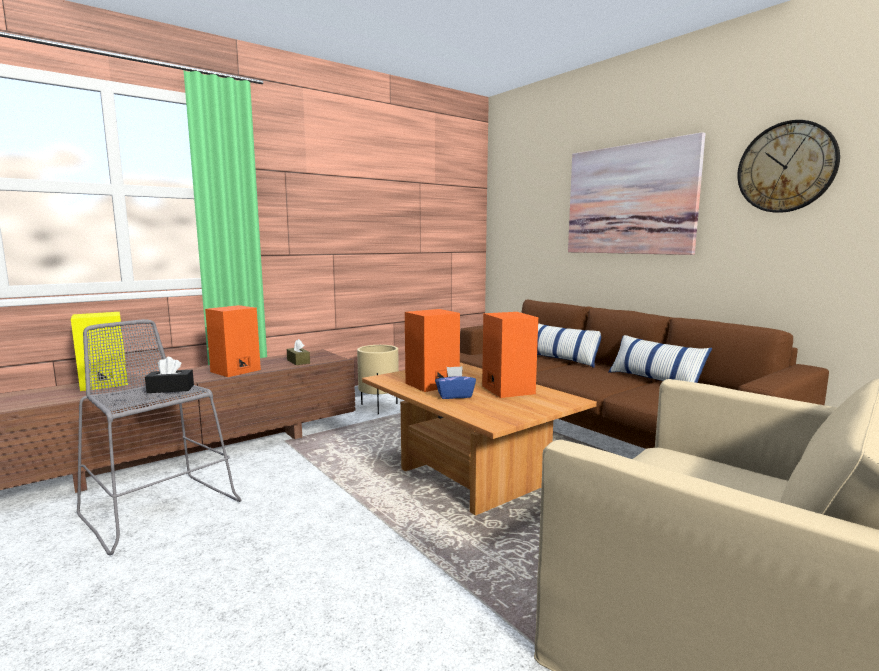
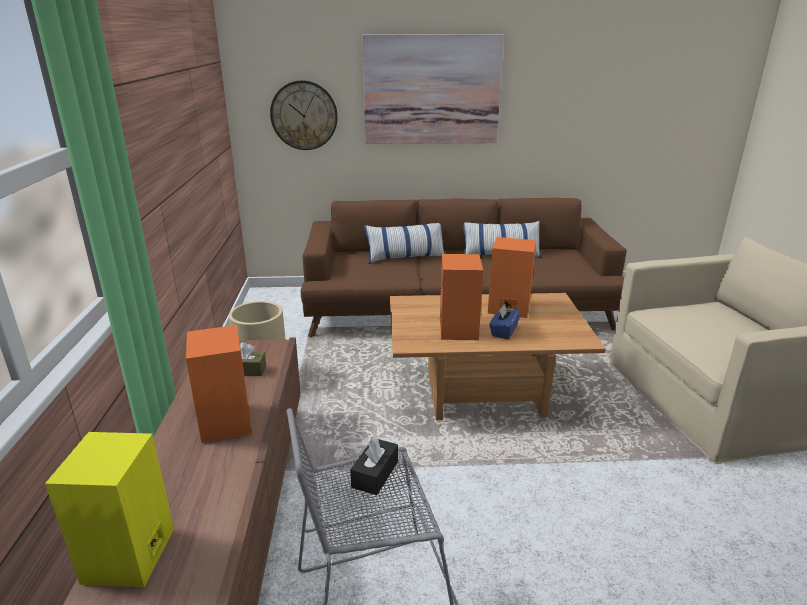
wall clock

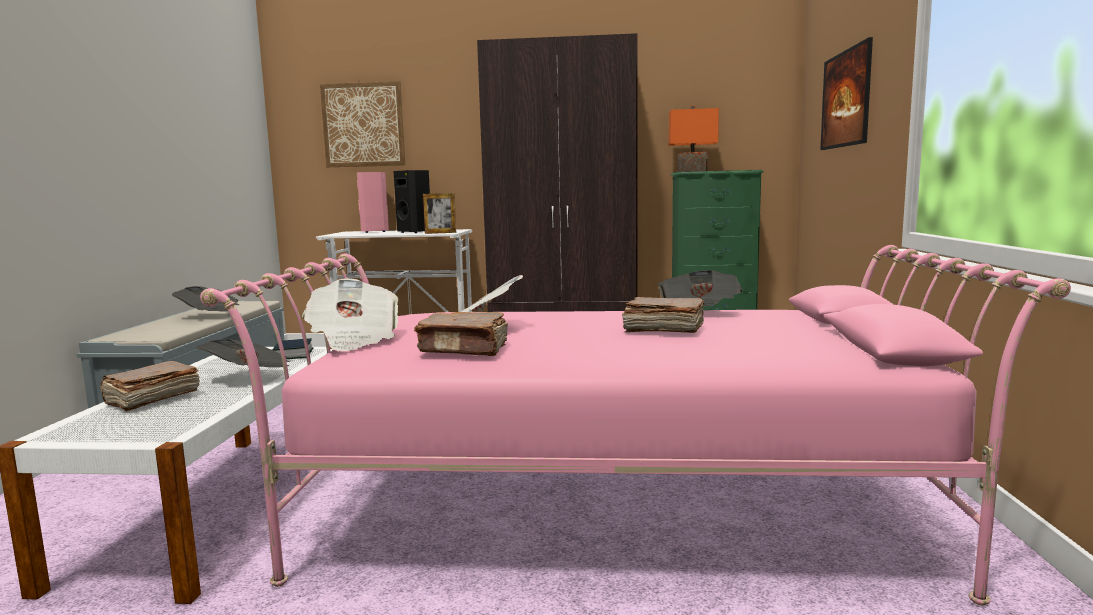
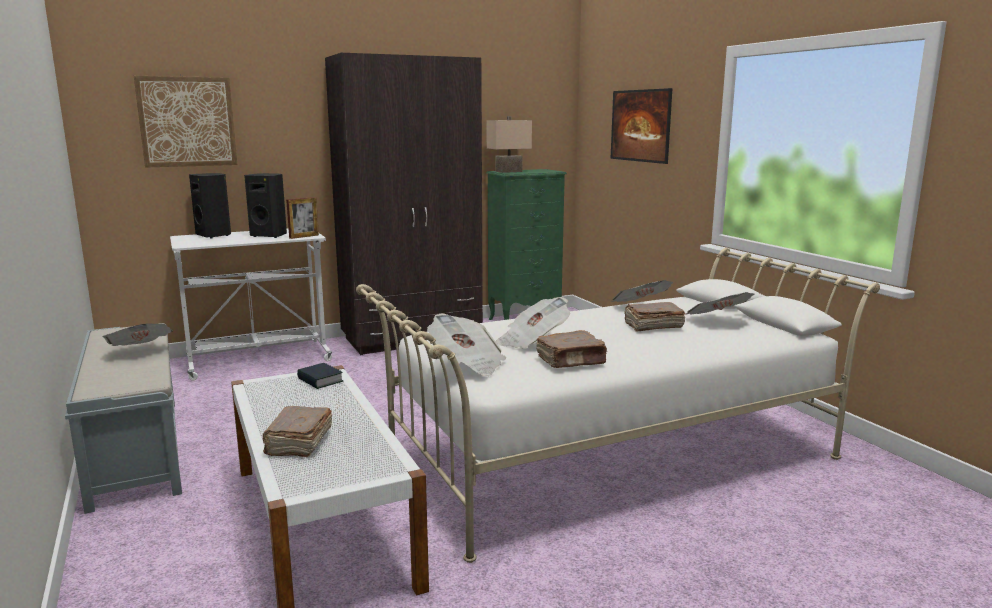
lamp for a table (sand-coloured)
loudspeaker (black-coloured) (no. 1 from left)
sleeping bed (white-coloured)
printed paper (no. 5 from left)

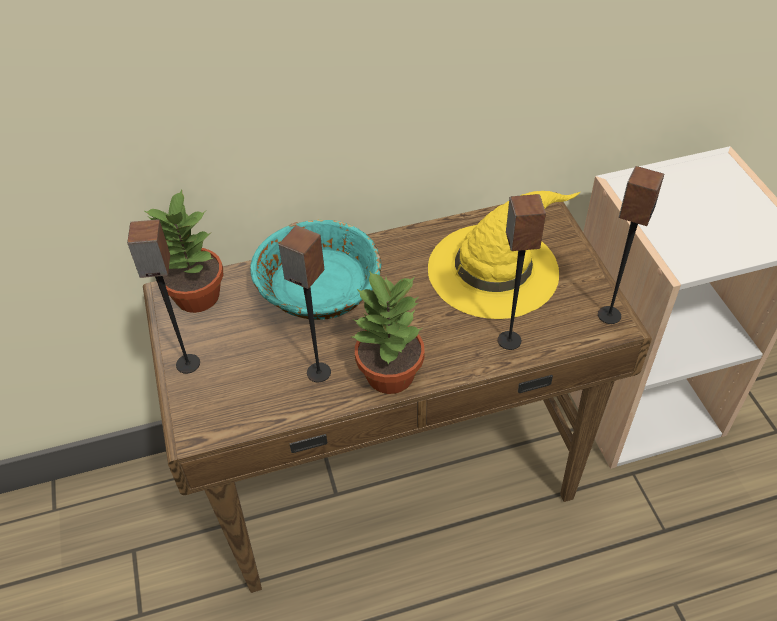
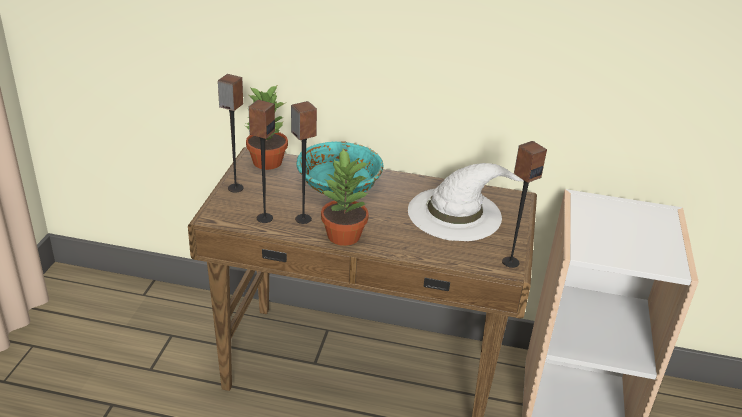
hat (white-coloured)
loudspeaker (no. 2 from left)

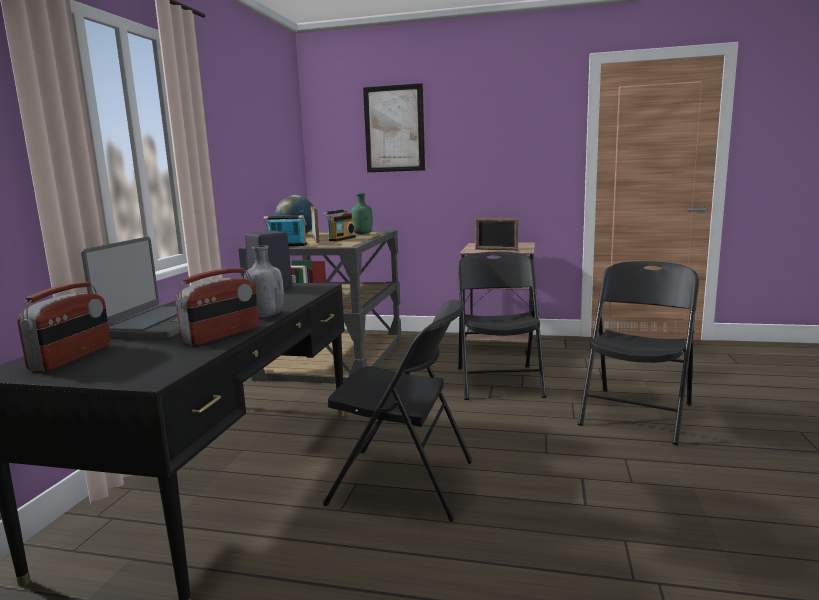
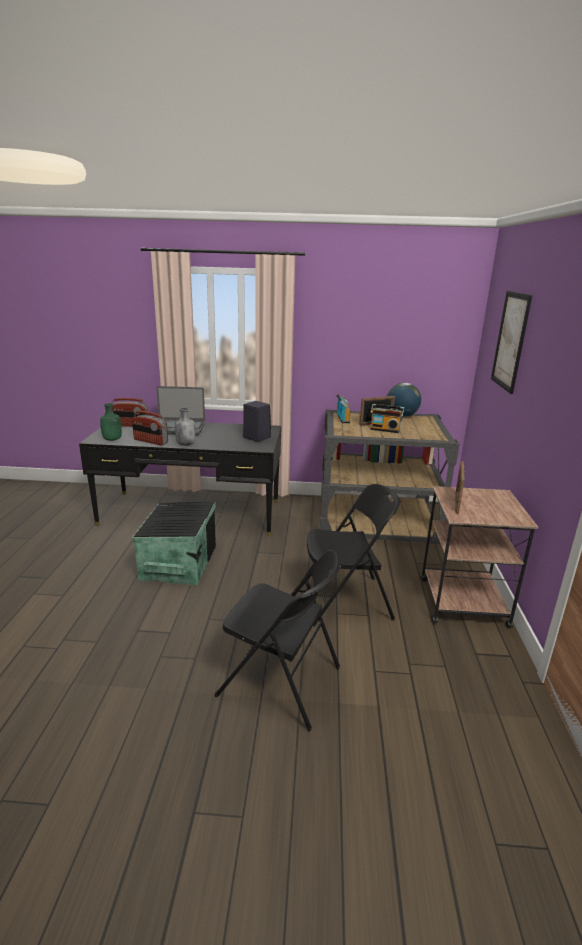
drink bottle (greenish)
storage box (black-coloured)

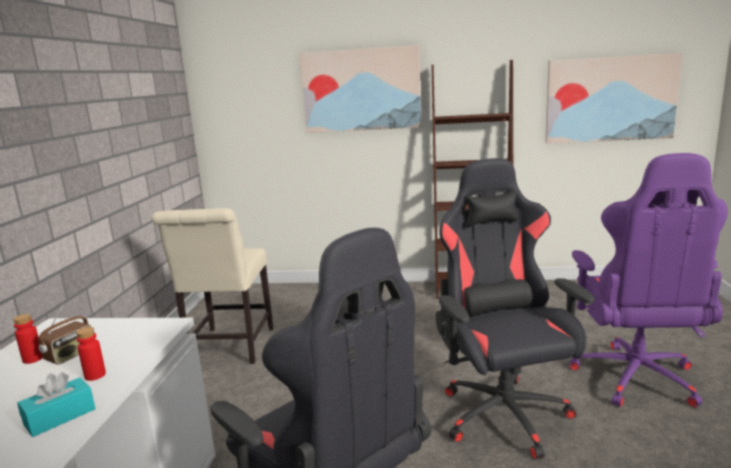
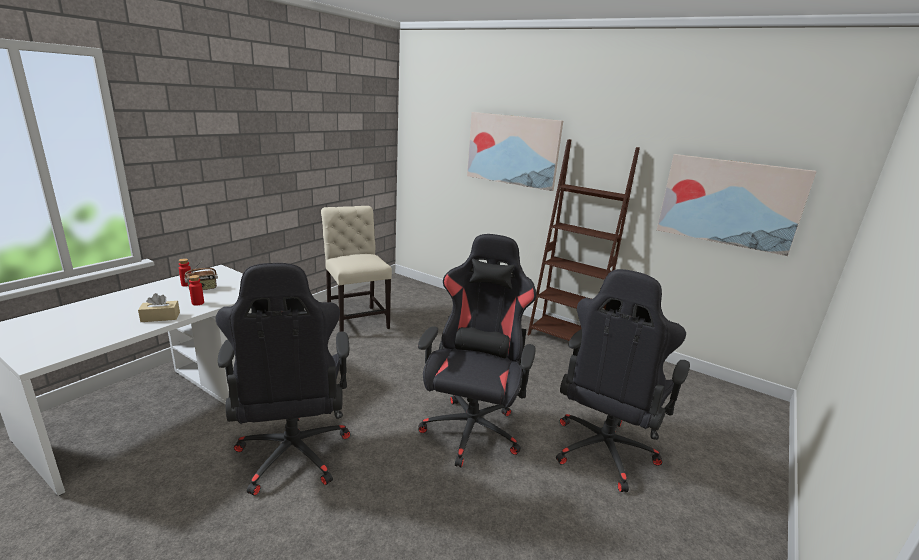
office chair (black-coloured) (no. 3 from left)
plain chair (sand-coloured)
tissue box (sand-coloured)

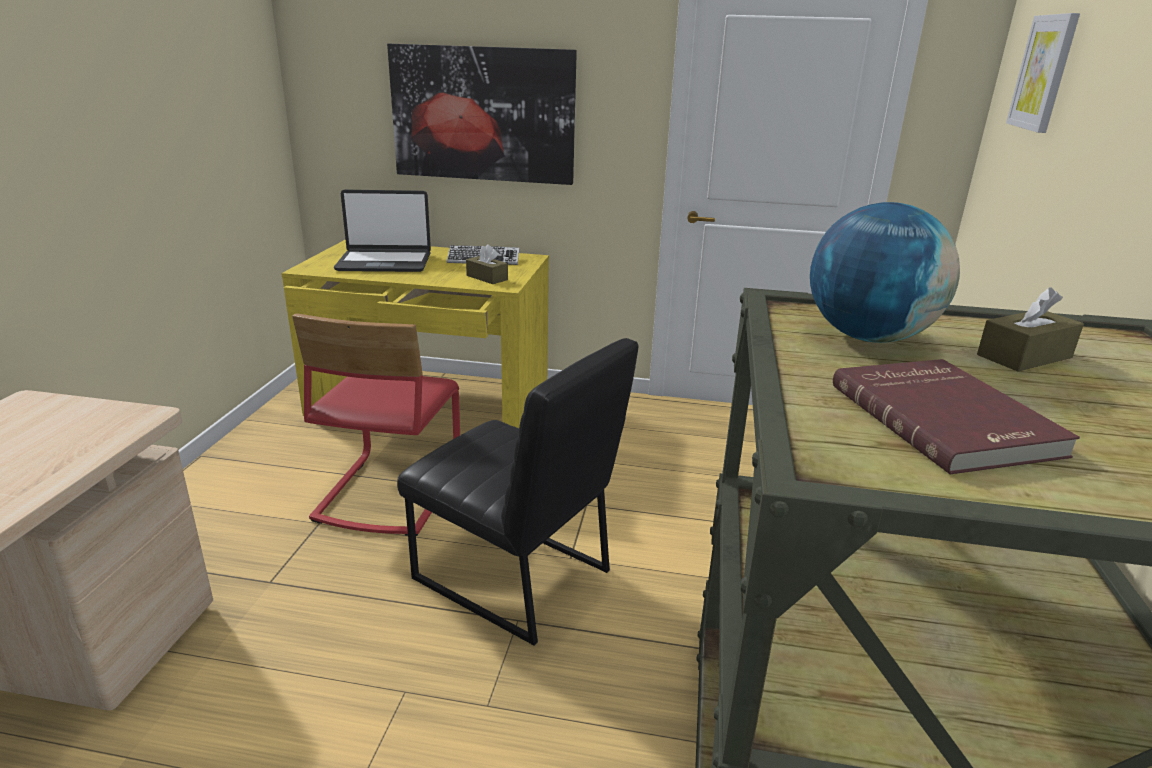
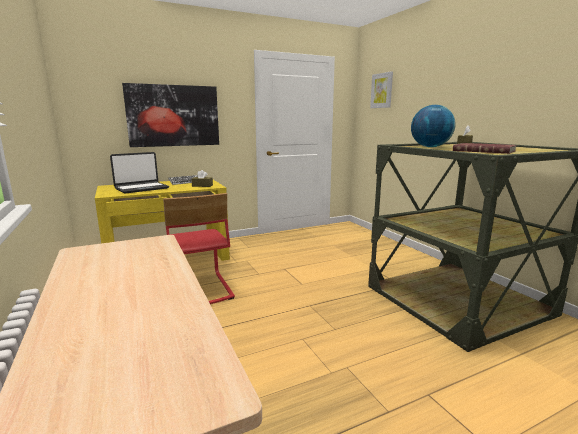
plain chair (black-coloured)

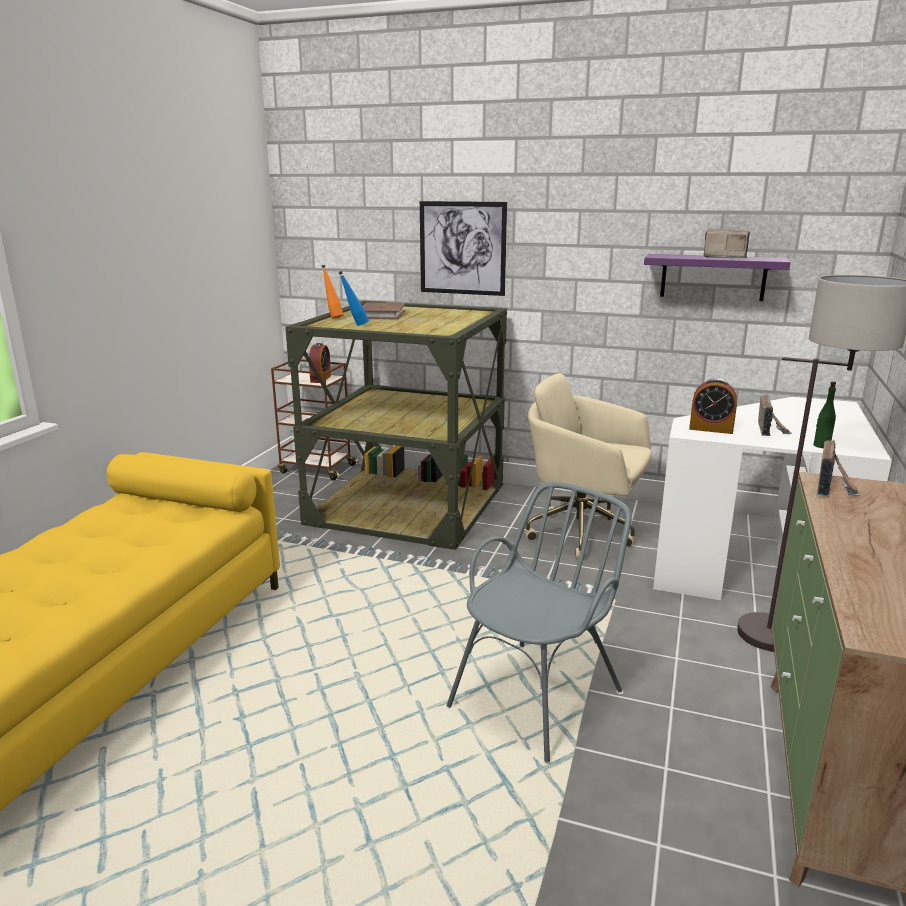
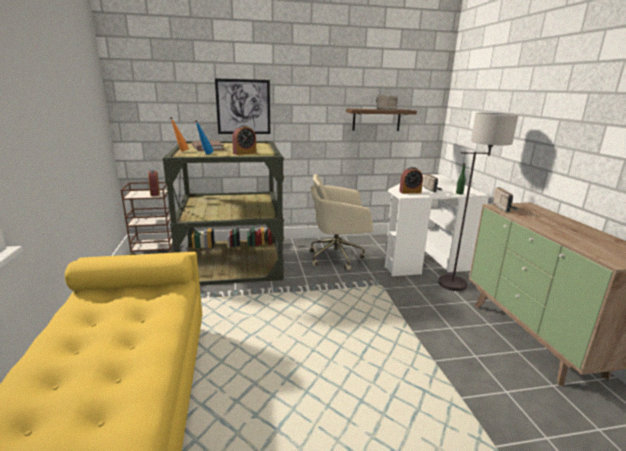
bracket shelf (brown)
plain chair (grey)
alarm clock (no. 2 from left)

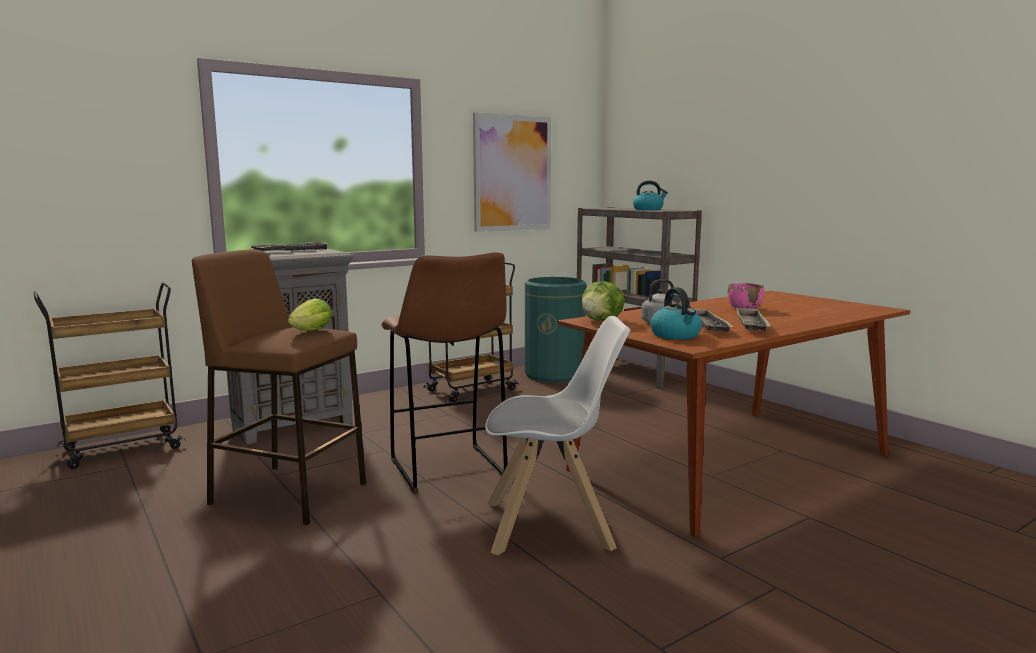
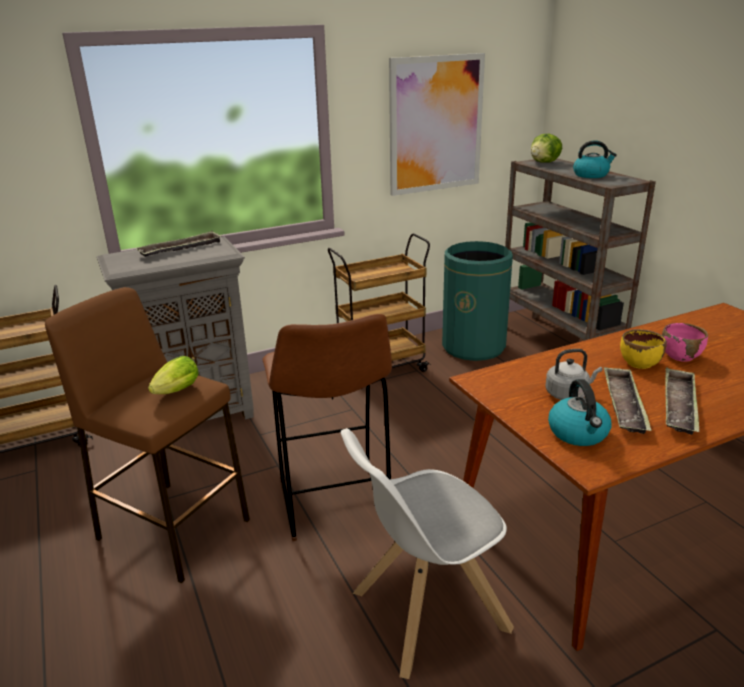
lettuce head (no. 2 from left)
plain chair
deep dish (yellowish)

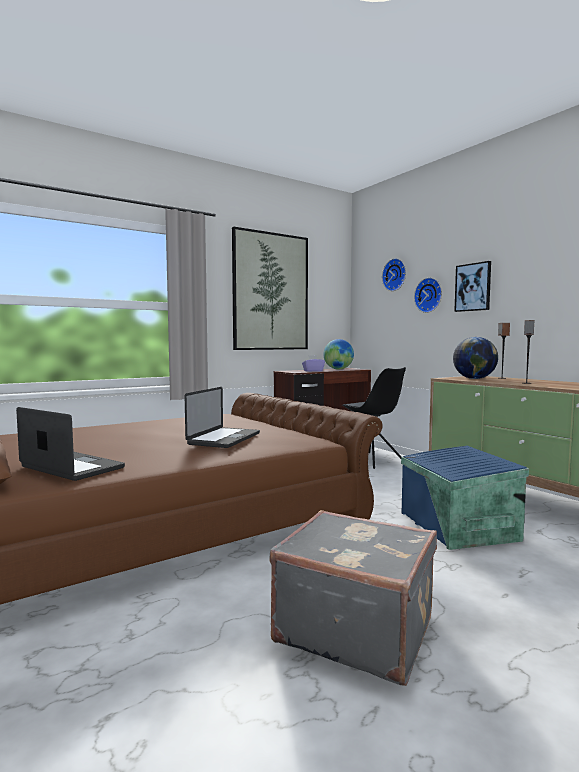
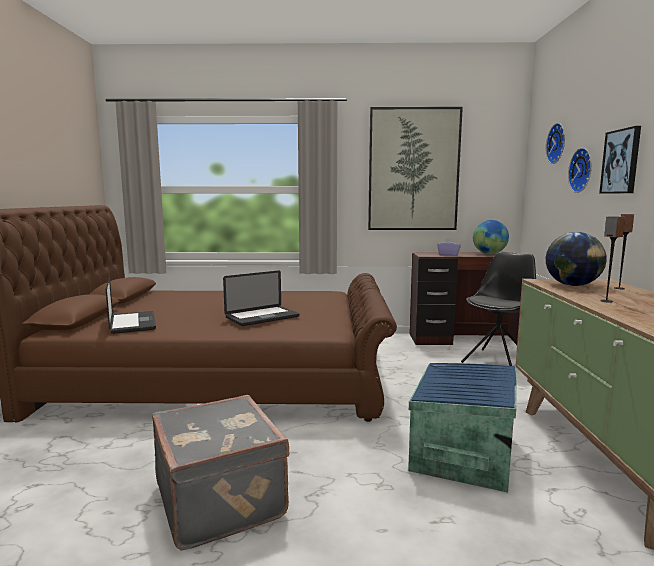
plain chair (black-coloured)

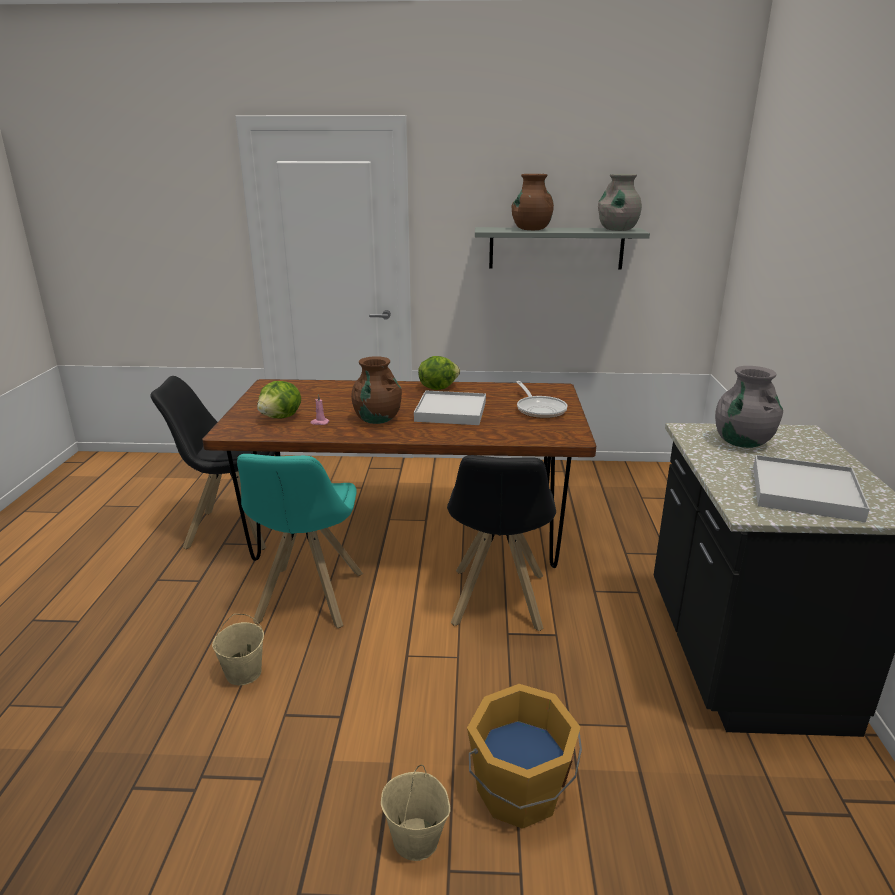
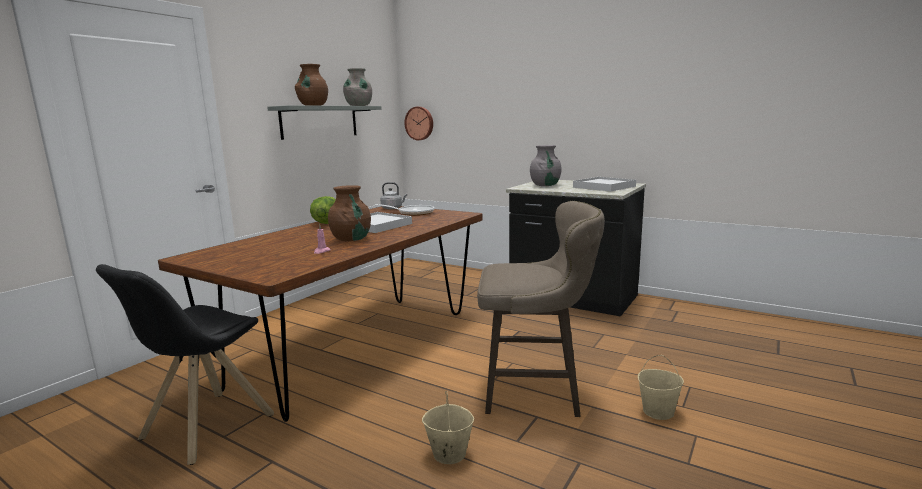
lettuce head (no. 1 from left in the first image)
plain chair (turquoise)
plain chair (black-coloured) (no. 2 from left in the first image)
bucket (orangey)
wall clock
water kettle (grey)
stool seat (sand-coloured)

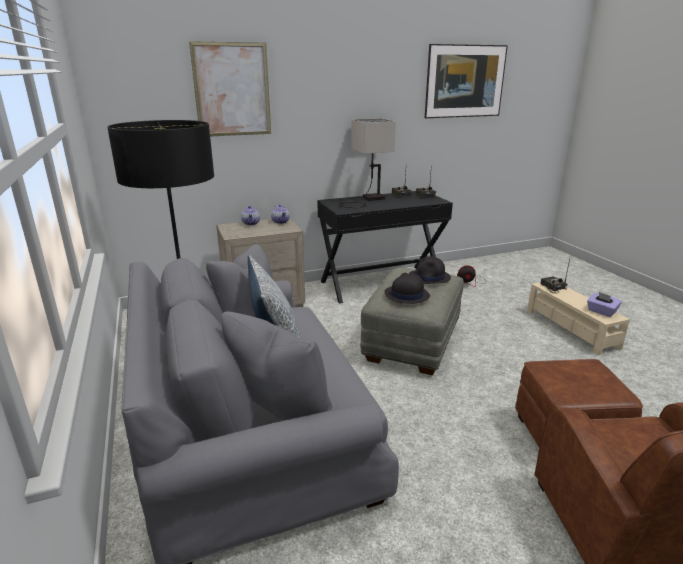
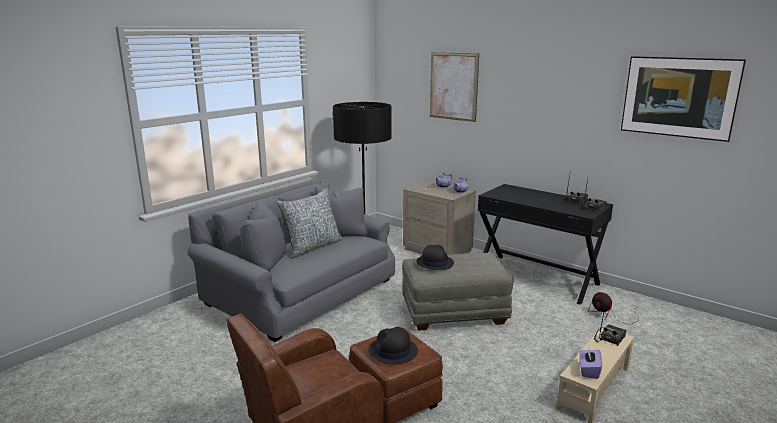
lamp for a table
hat (black-coloured) (no. 1 from left)

